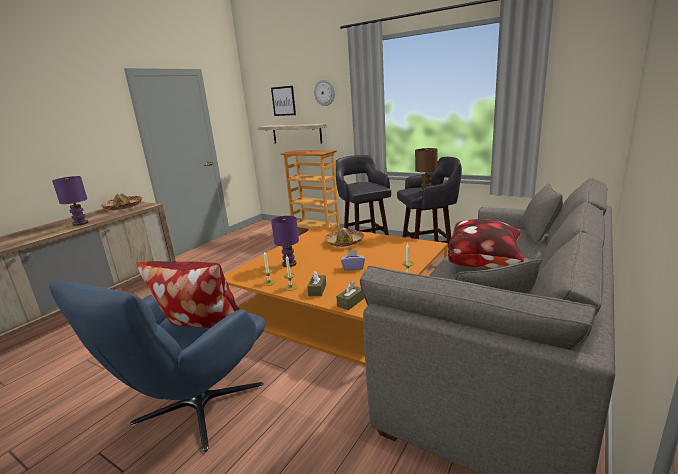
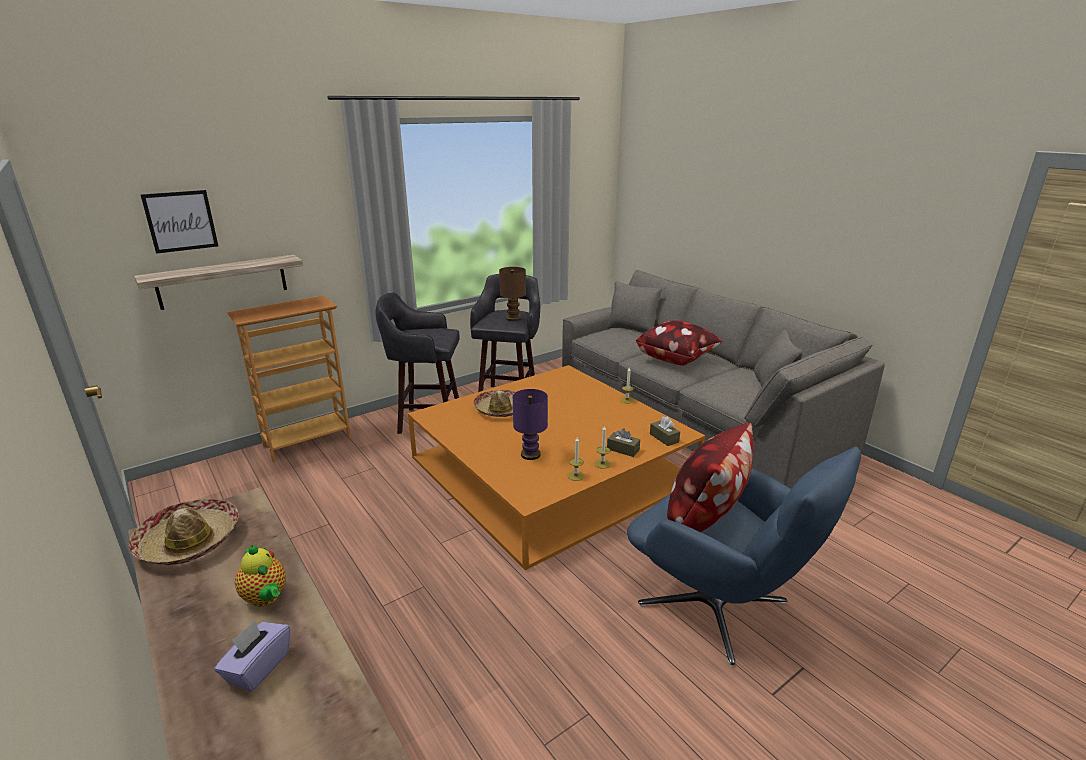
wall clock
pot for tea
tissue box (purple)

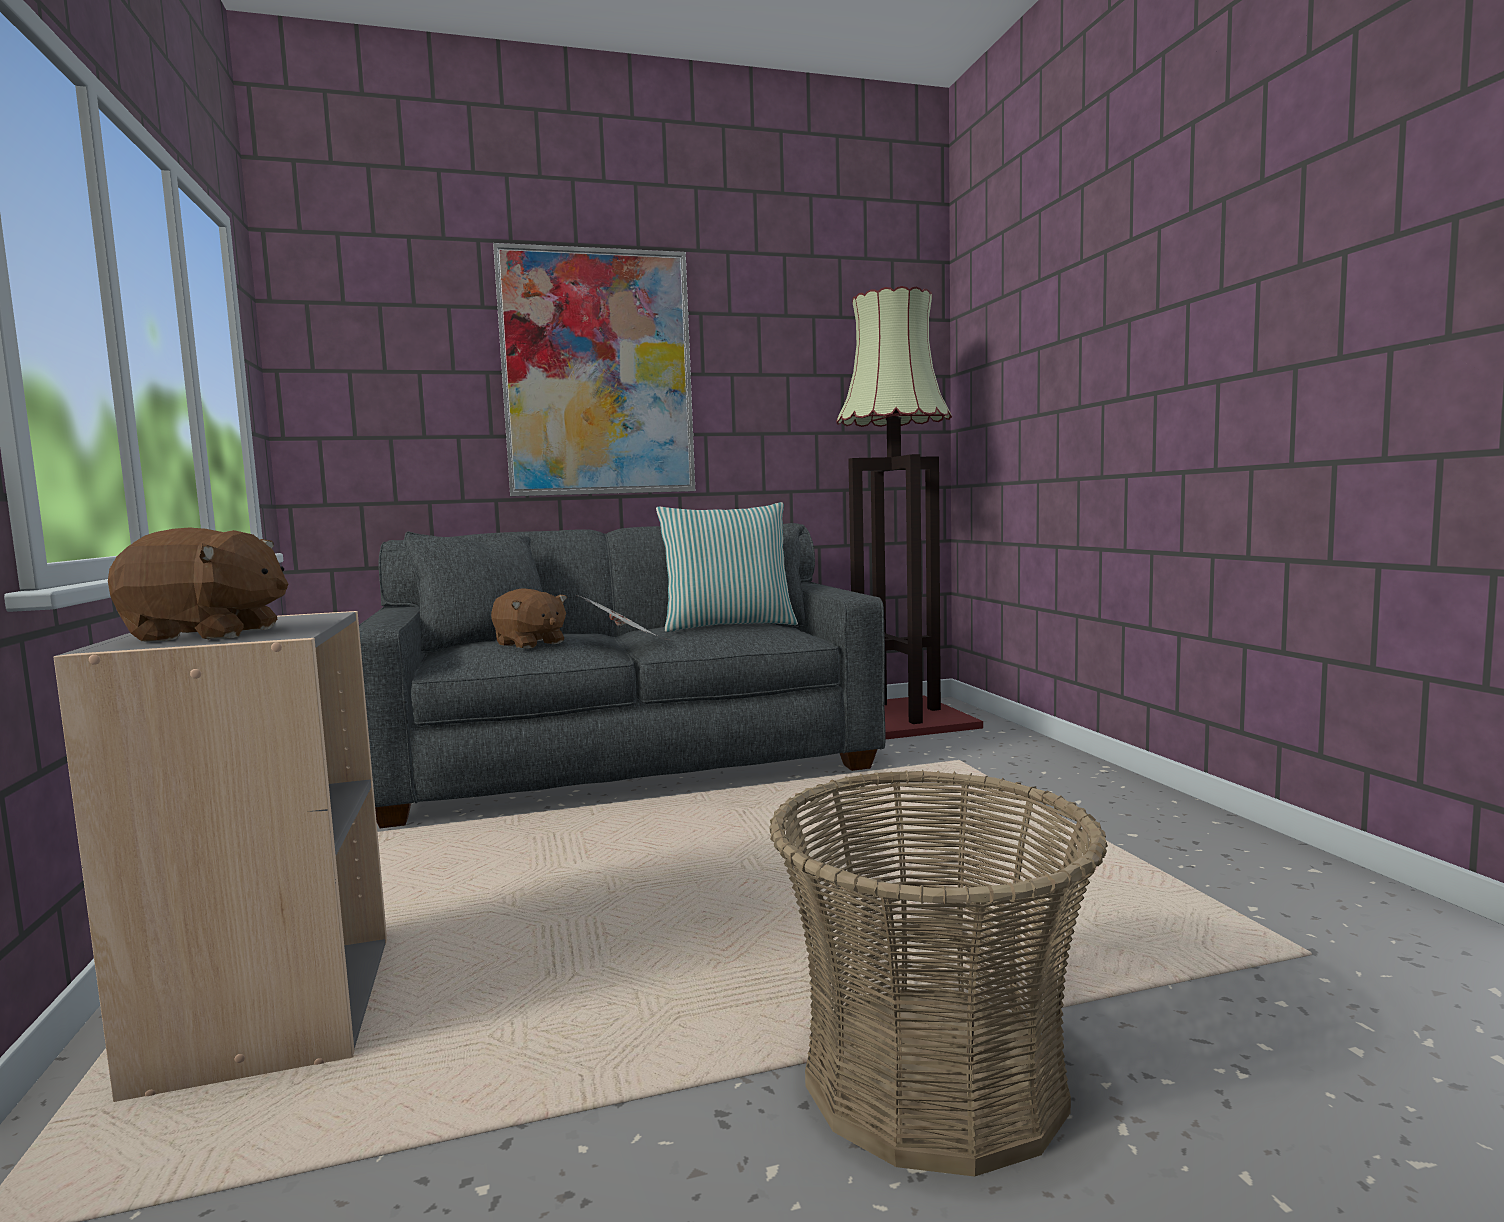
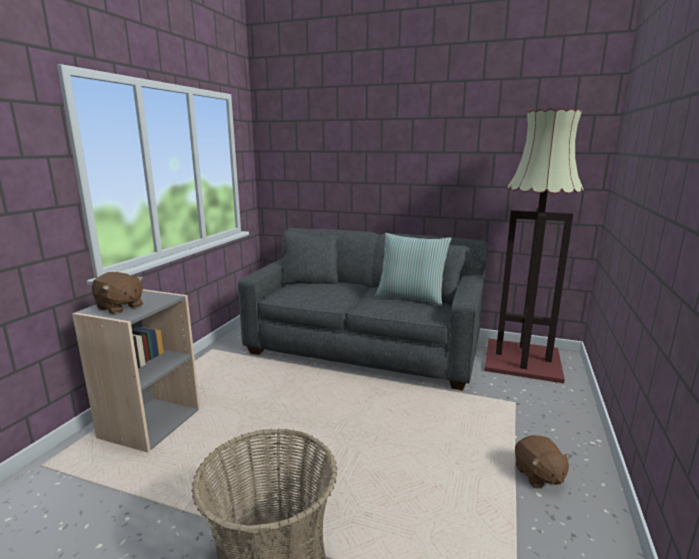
wall picture
cuddly toy (brown) (no. 2 from left)
printed paper

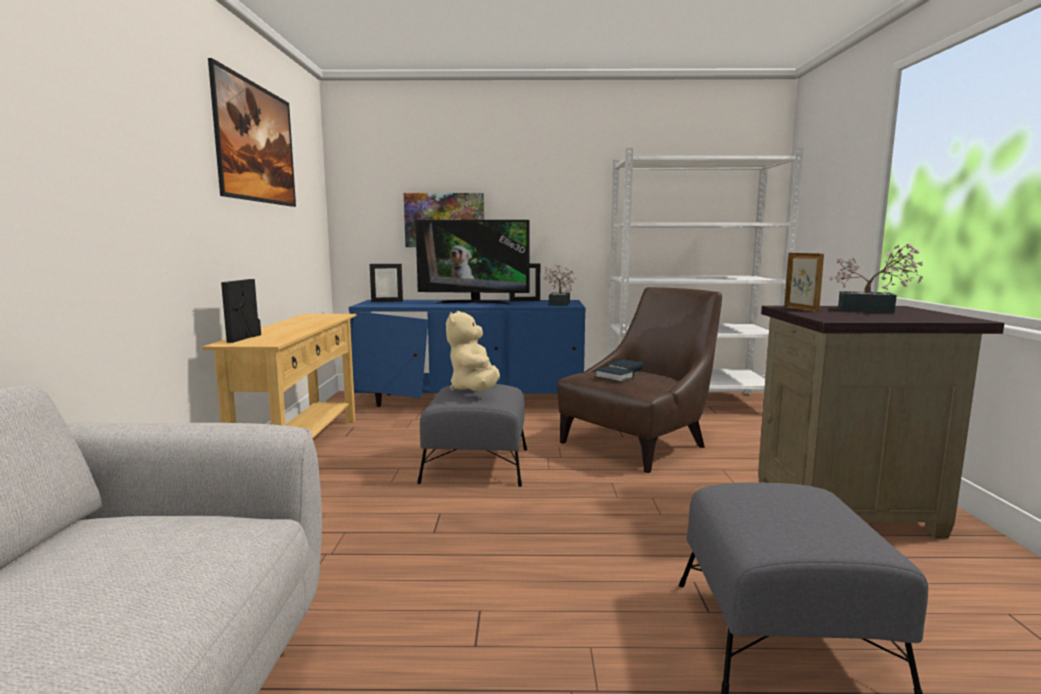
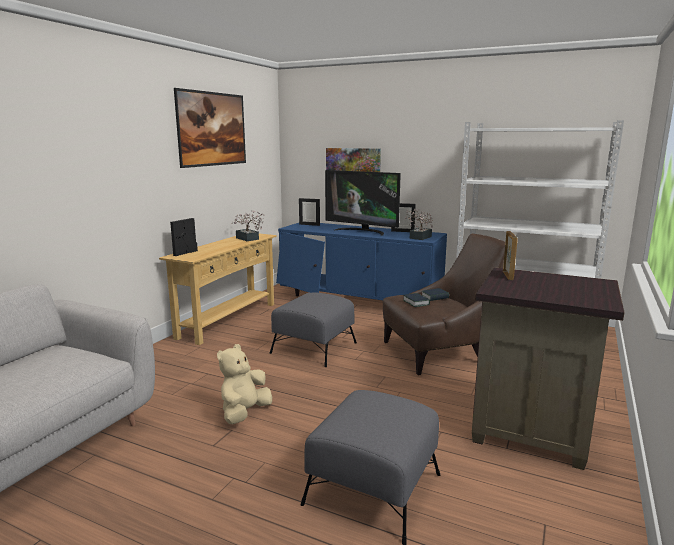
potted plant (no. 1 from left)
cuddly toy (sand-coloured)

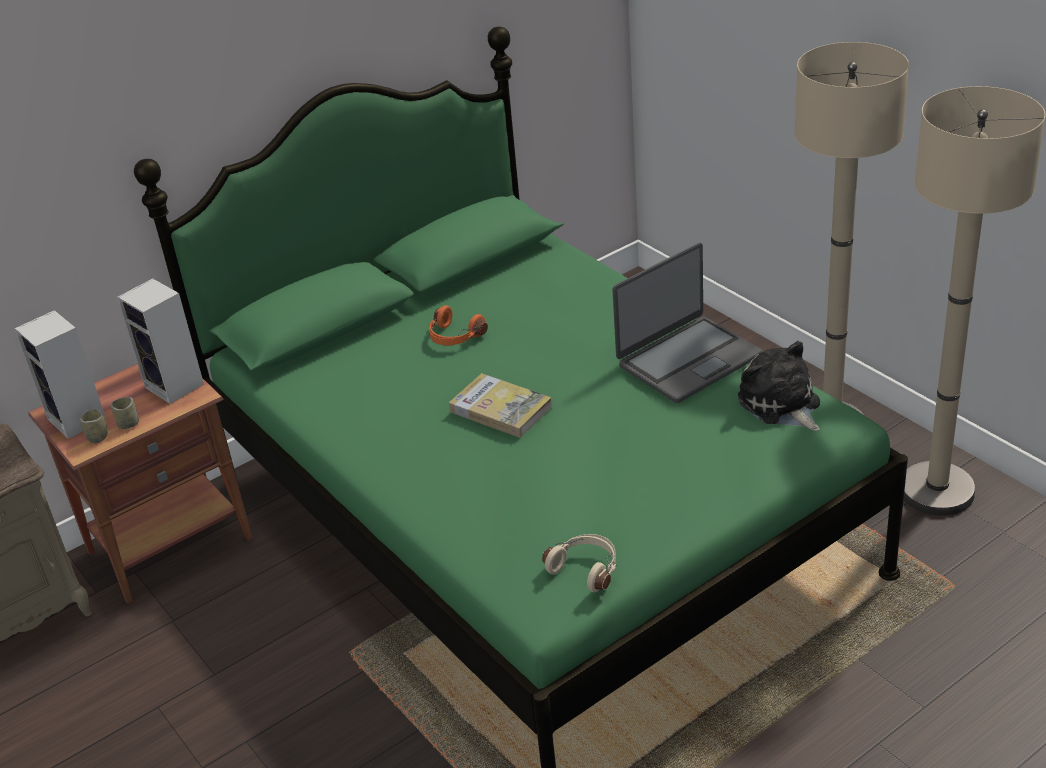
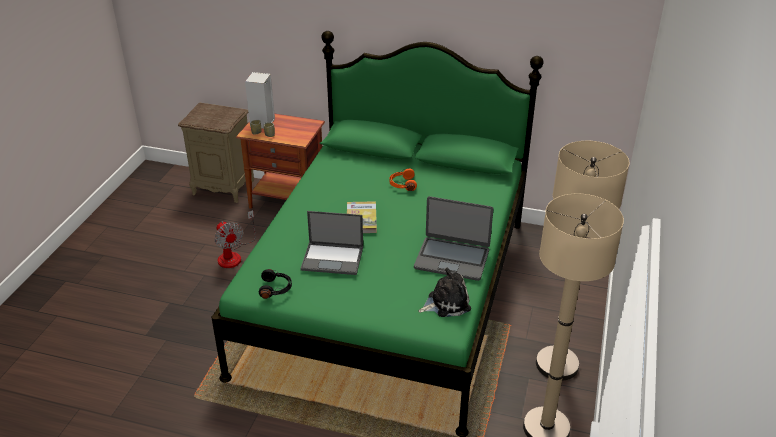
loudspeaker (no. 2 from left in the first image)
cuddly toy
headset (black-coloured)
cooling fan
laptop (no. 1 from left)

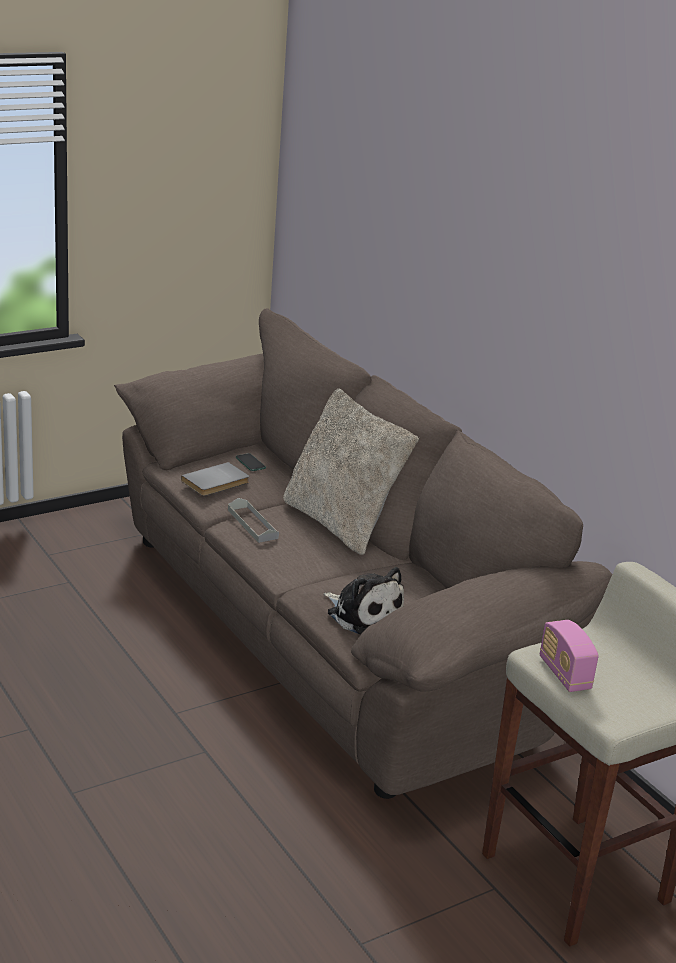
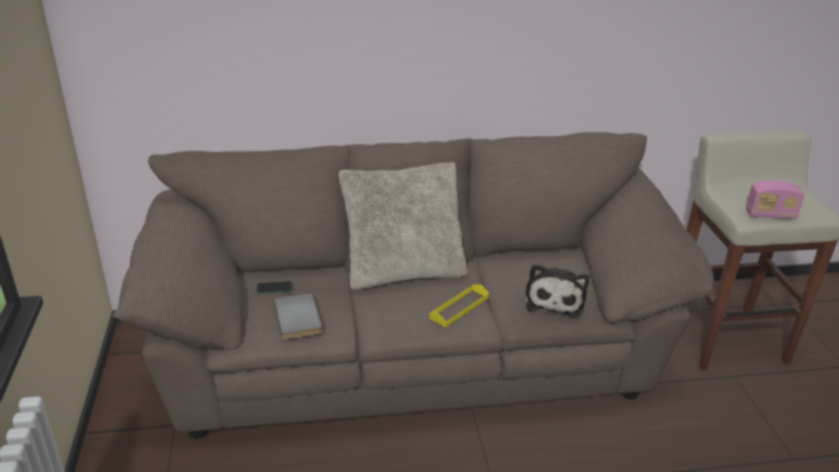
carrying tray (grey)
cuddly toy
carrying tray (yellowish)

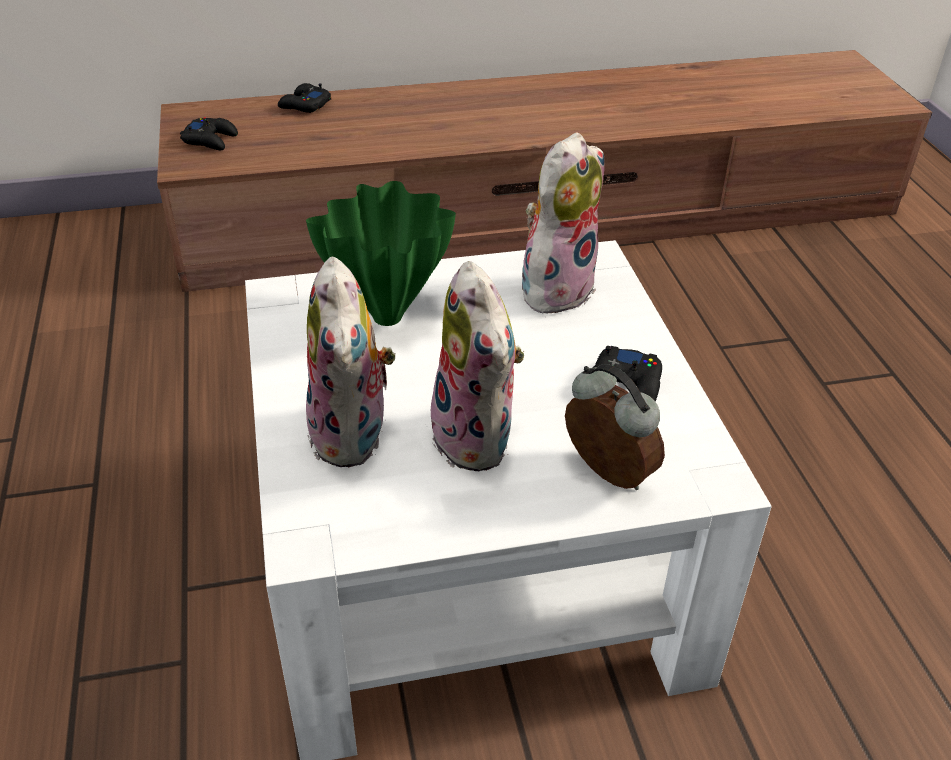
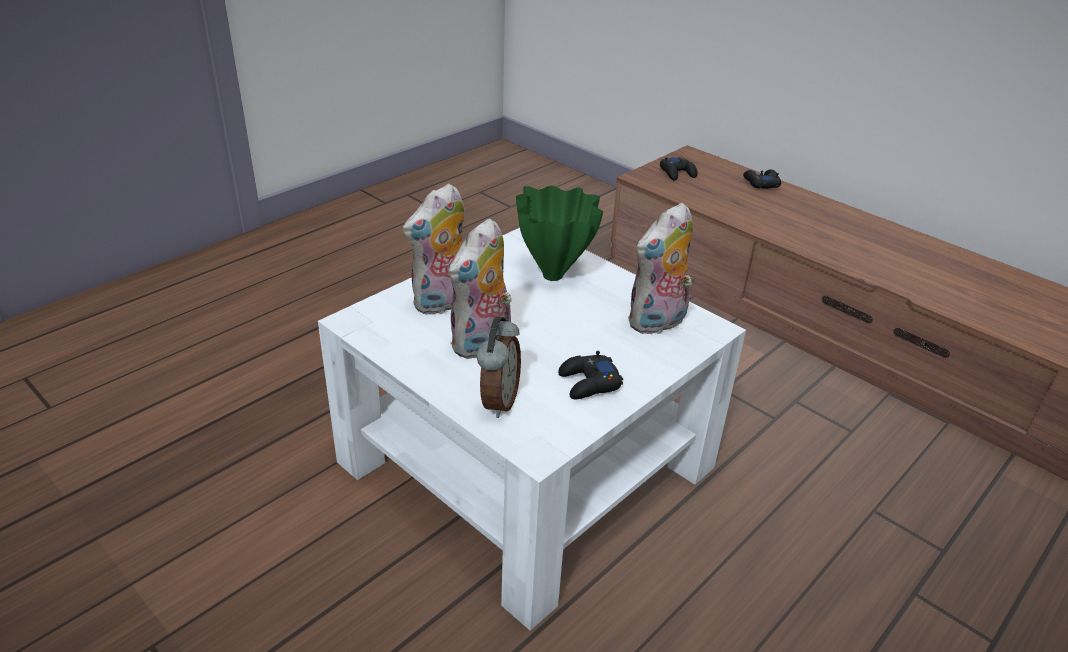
cuddly toy (no. 3 from left)

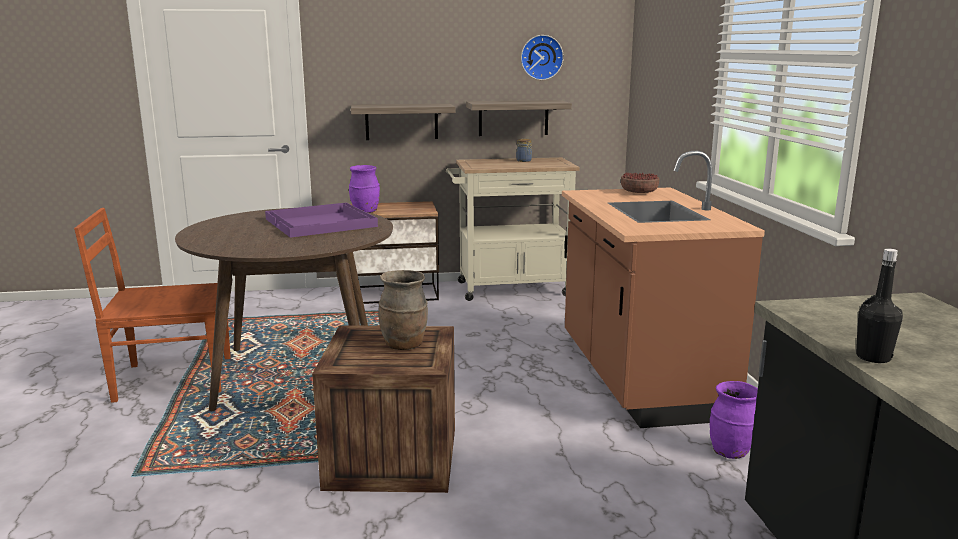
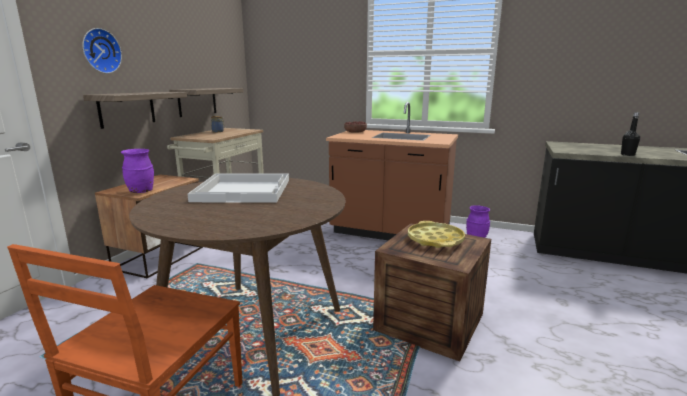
wall clock
carrying tray (white-coloured)
carrying tray (yellowish)

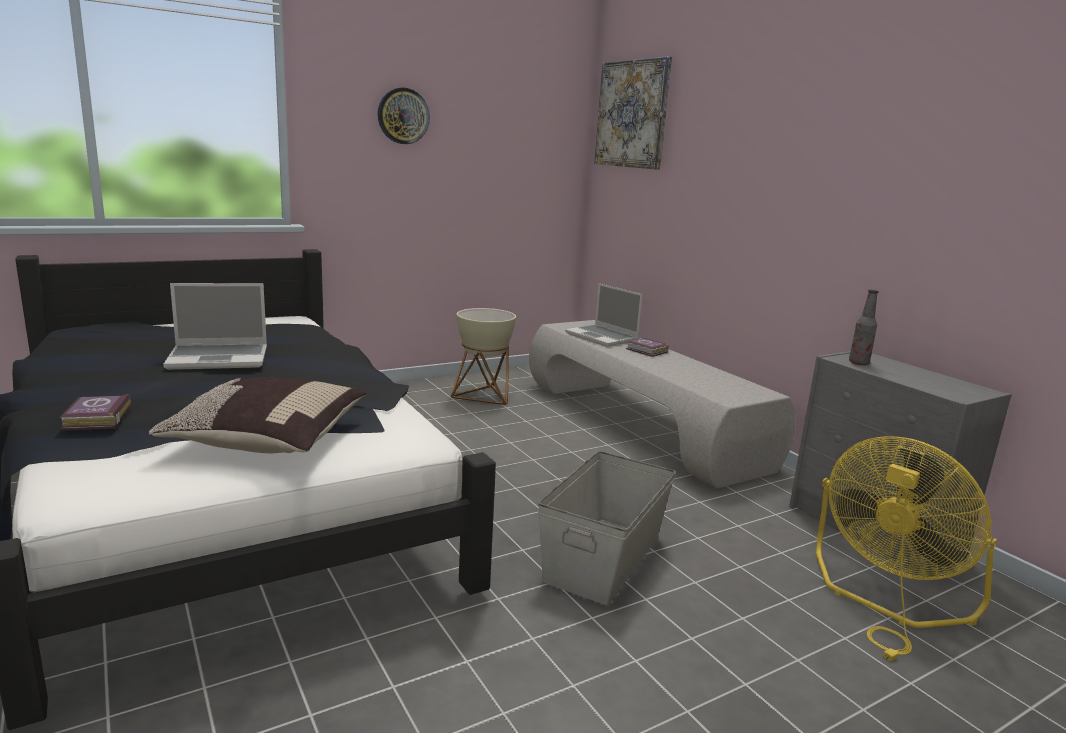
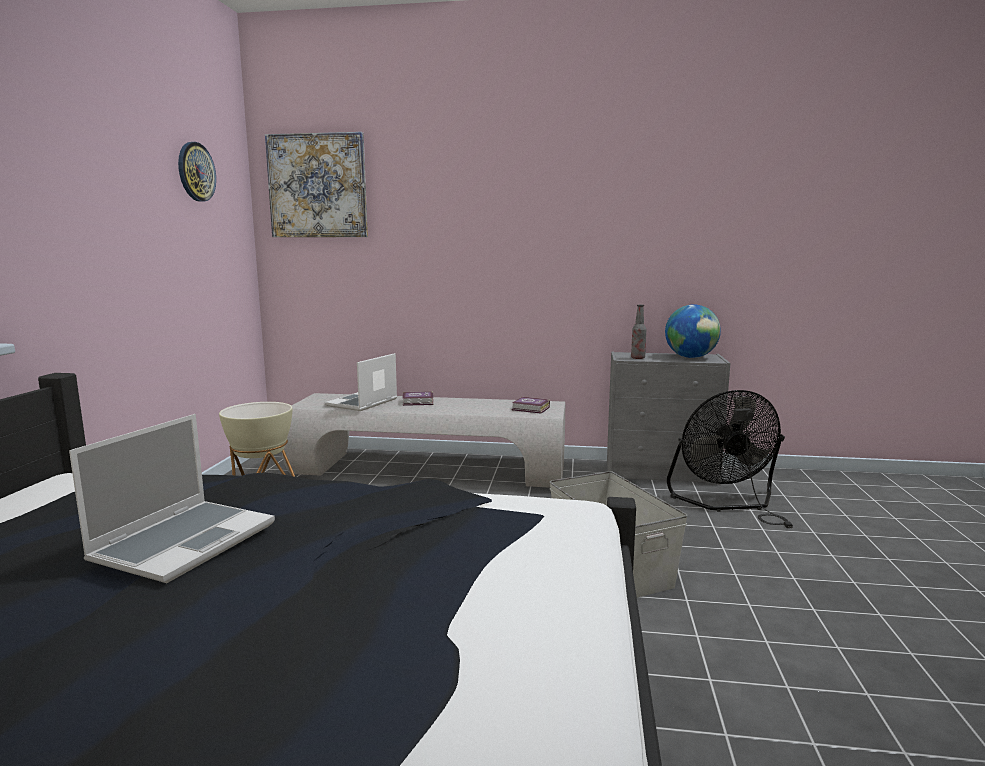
wall clock
laptop (no. 2 from left)
pillow
volume (no. 2 from left)
cooling fan (black-coloured)
world globe

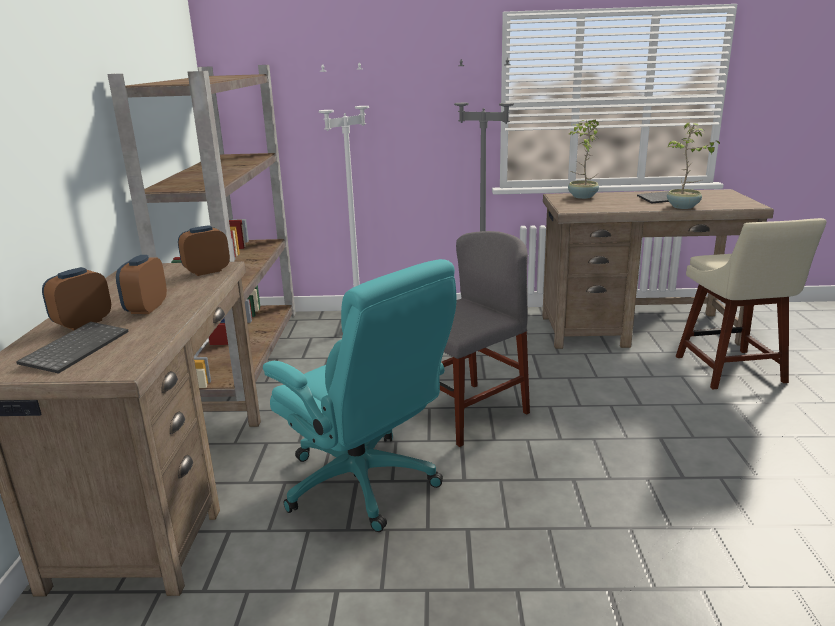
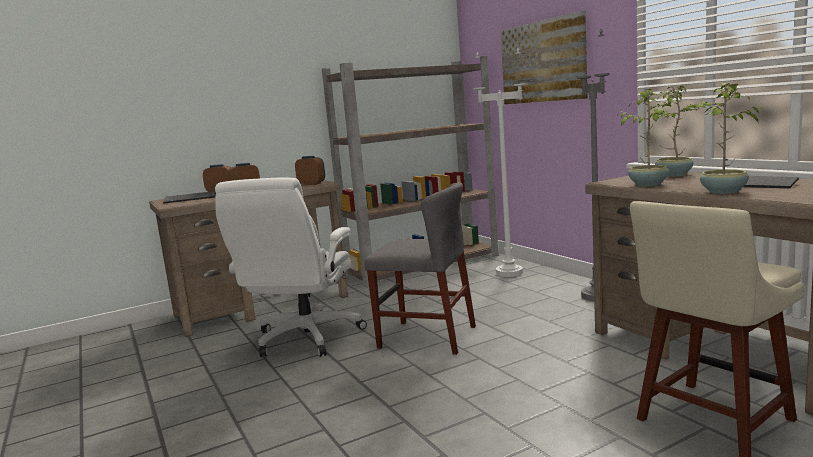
office chair (white-coloured)
wall picture
potted plant (no. 1 from left)

